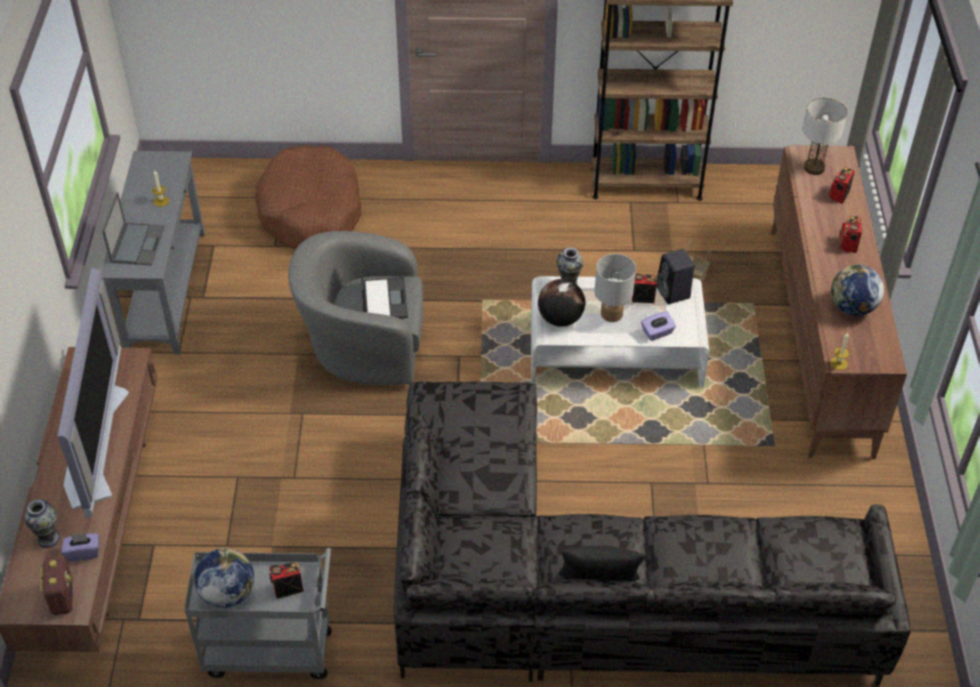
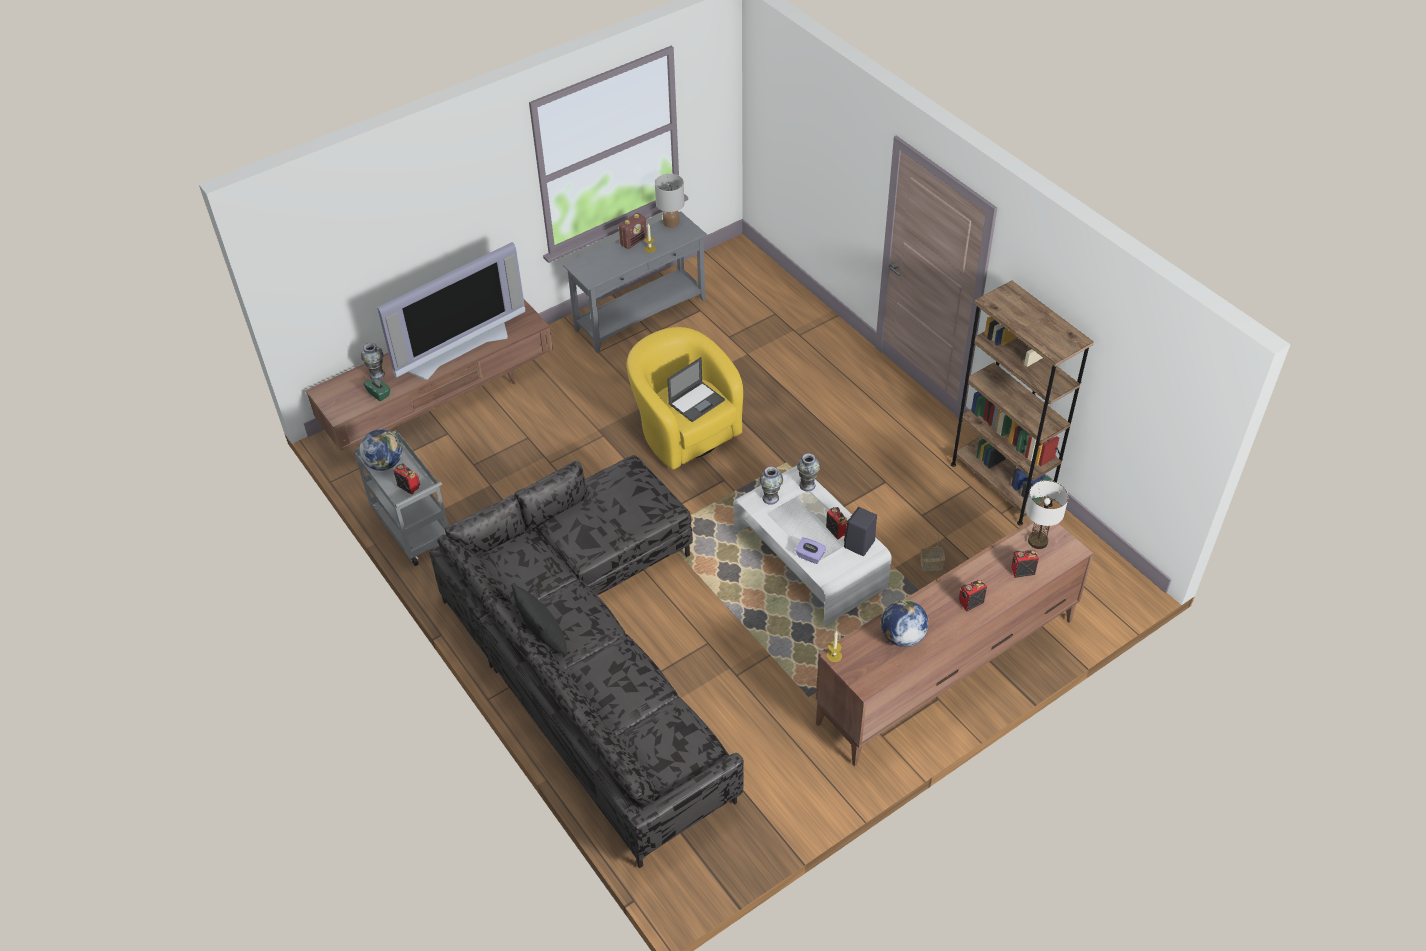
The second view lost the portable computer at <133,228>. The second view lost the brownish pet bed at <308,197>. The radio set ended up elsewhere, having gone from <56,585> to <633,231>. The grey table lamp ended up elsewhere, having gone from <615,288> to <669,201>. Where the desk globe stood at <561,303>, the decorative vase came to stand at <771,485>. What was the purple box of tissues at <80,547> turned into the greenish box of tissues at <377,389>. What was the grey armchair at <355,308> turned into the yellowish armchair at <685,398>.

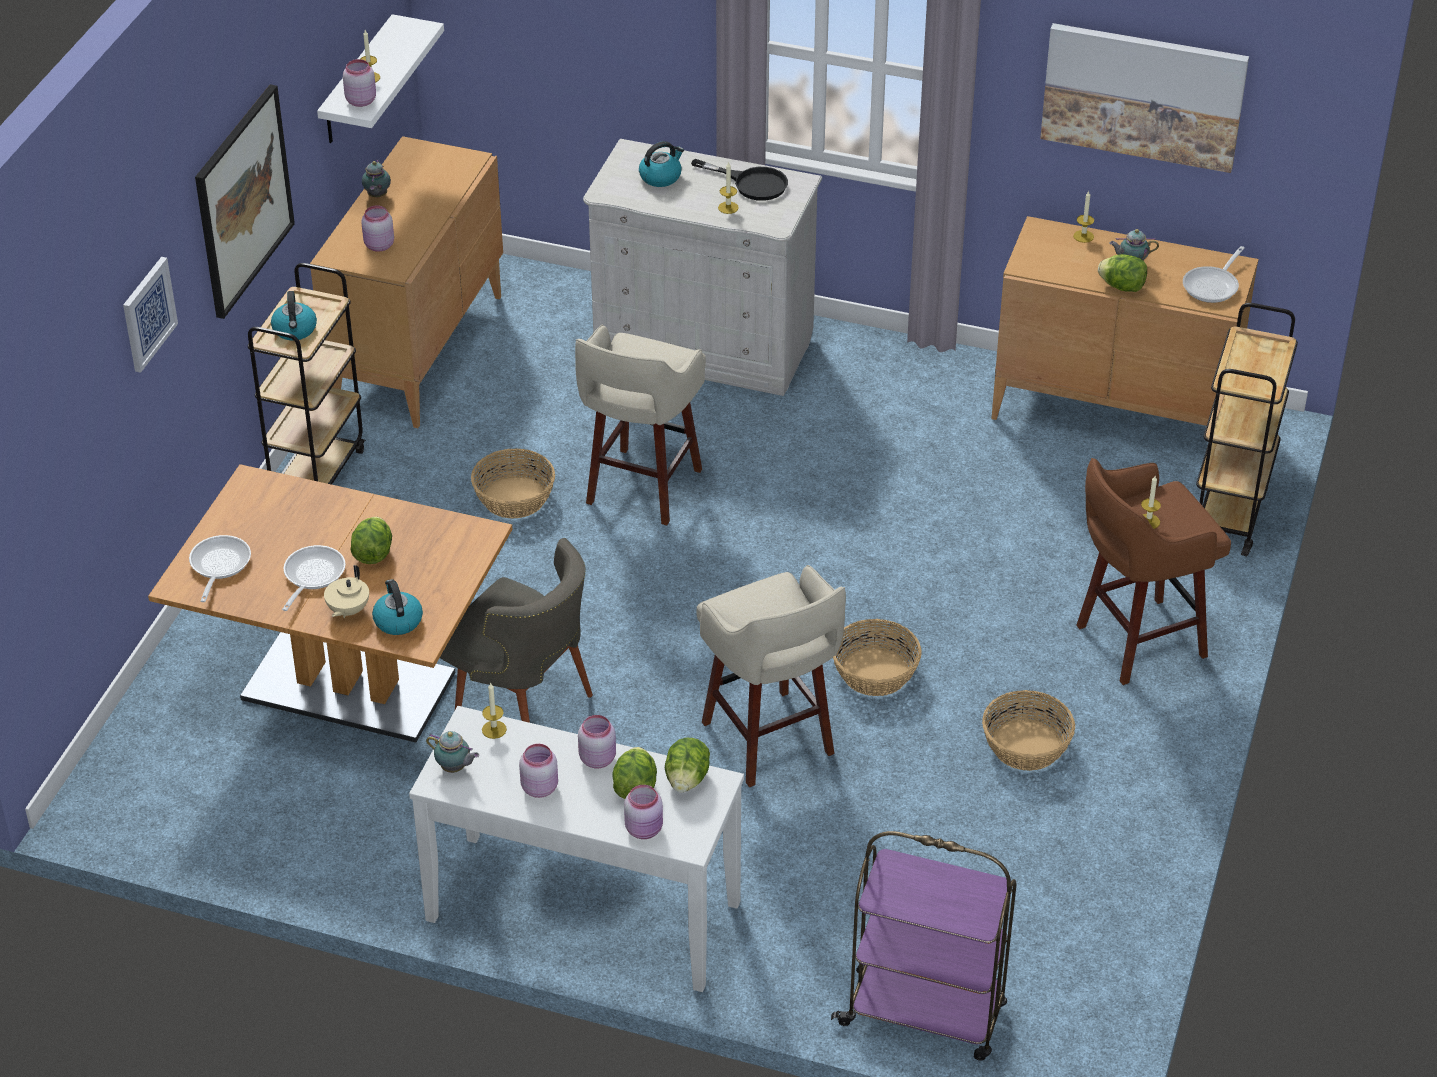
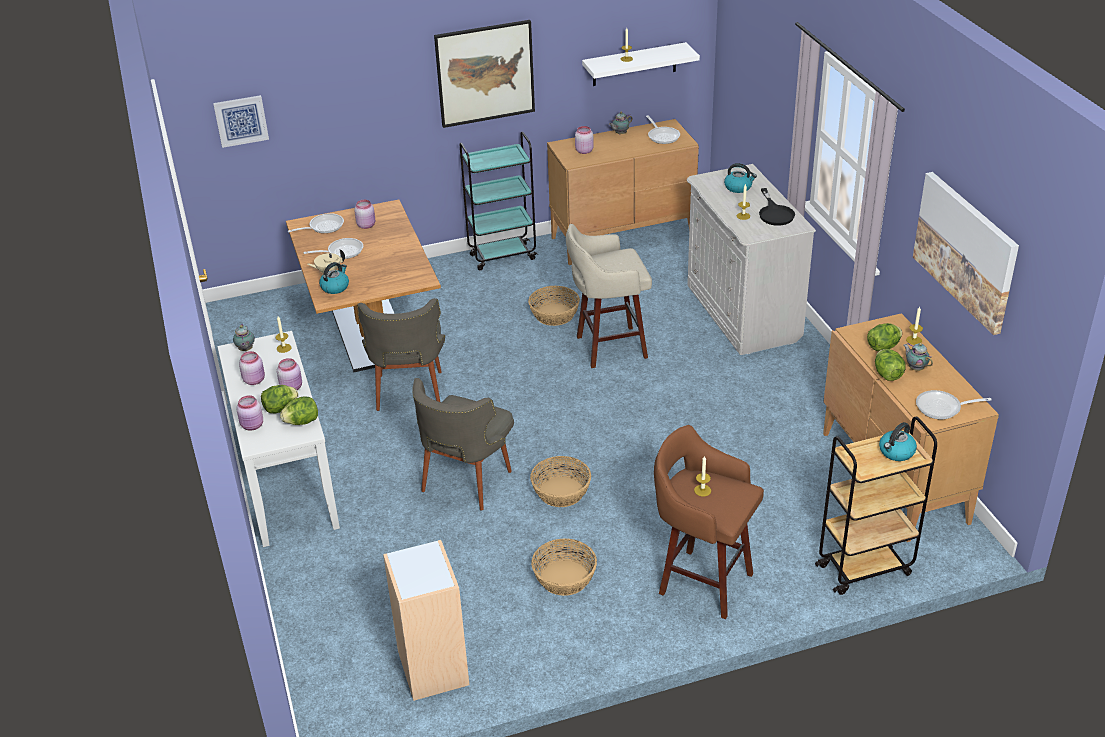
The second view lost the purple wheeled cart at <923,946>. The second view gained the bookshelf at <426,620>. The second view gained the skillet at <663,130>. The wall picture ended up elsewhere, having gone from <150,315> to <241,121>. The tea kettle ended up elsewhere, having gone from <294,315> to <898,441>. The pinkish jar ended up elsewhere, having gone from <359,83> to <364,214>. The lettuce head ended up elsewhere, having gone from <371,540> to <884,337>. Where the sand-coloured sitting stool stood at <771,676>, the grey chair came to stand at <463,444>. What was the brownish wheeled cart at <307,374> turned into the blue-green wheeled cart at <498,201>.

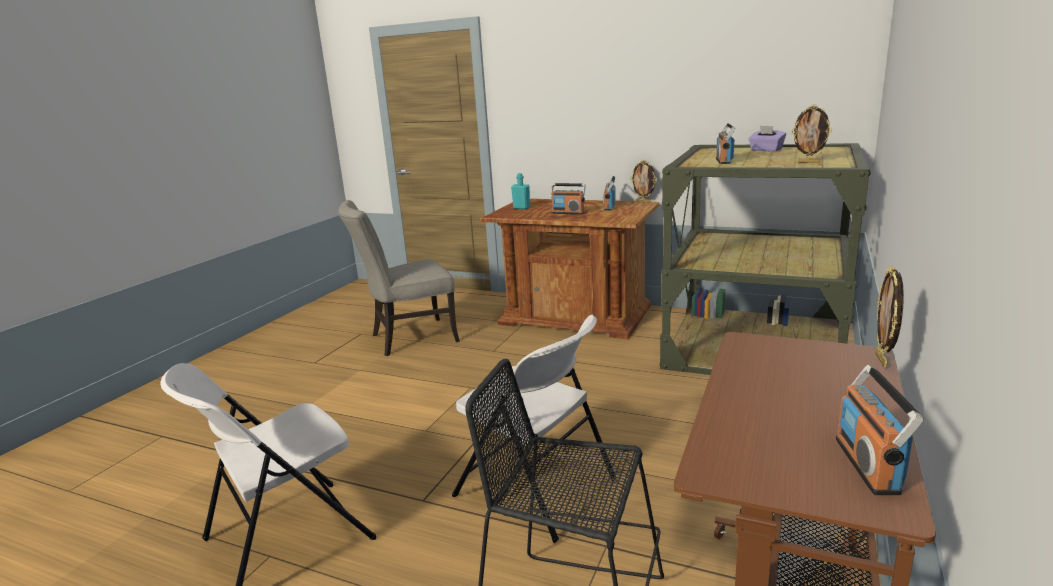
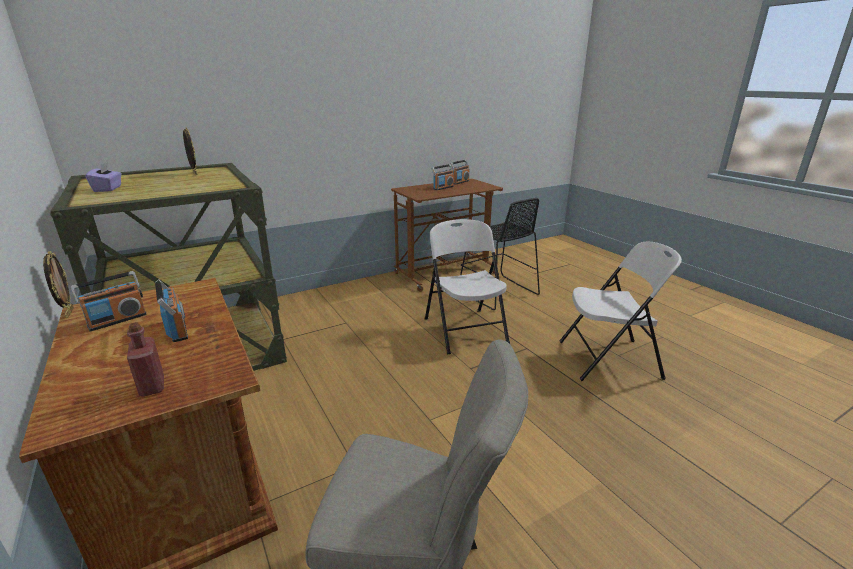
The second view lost the photo frame at <889,317>. The radio set ended up elsewhere, having gone from <726,143> to <443,177>. What was the blue-green bottle at <520,191> turned into the reddish bottle at <145,359>.

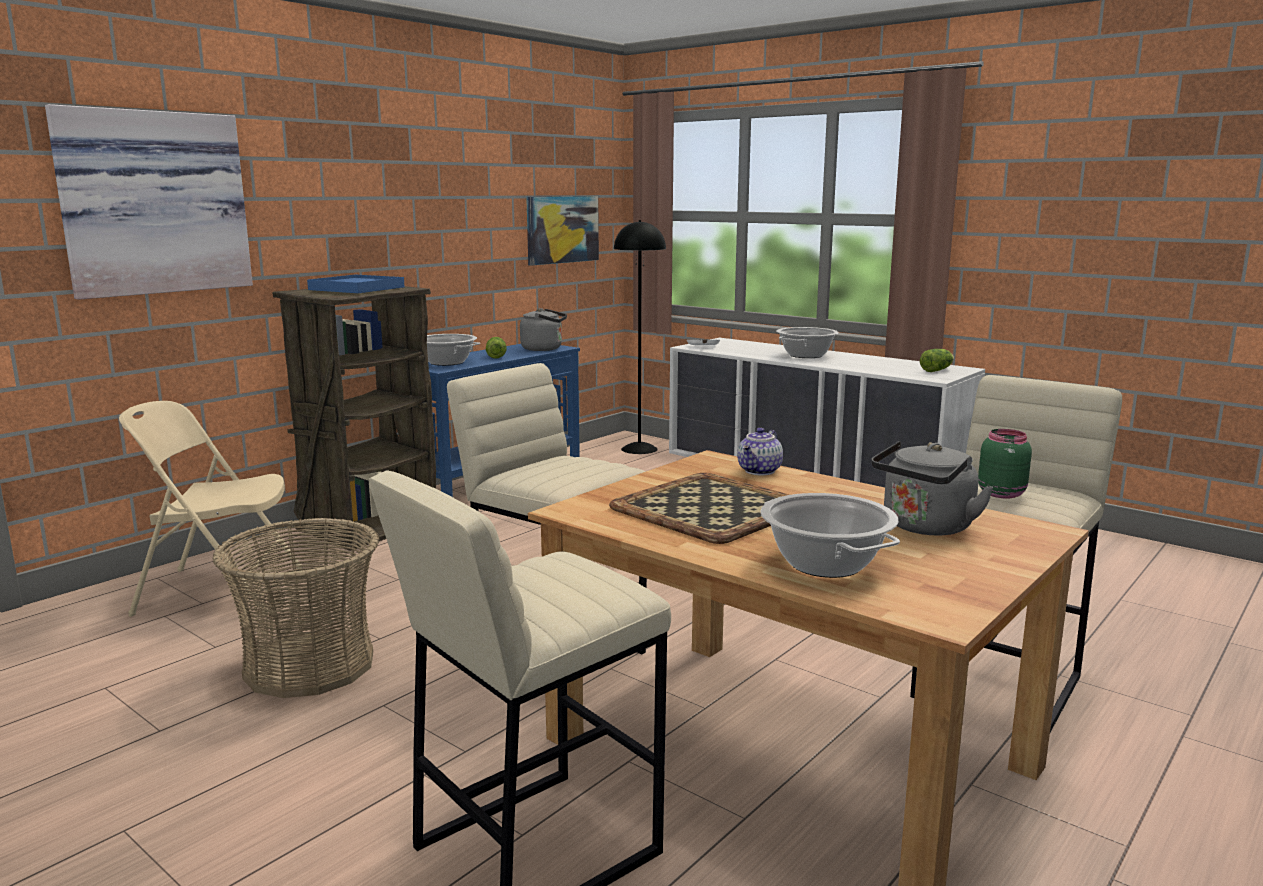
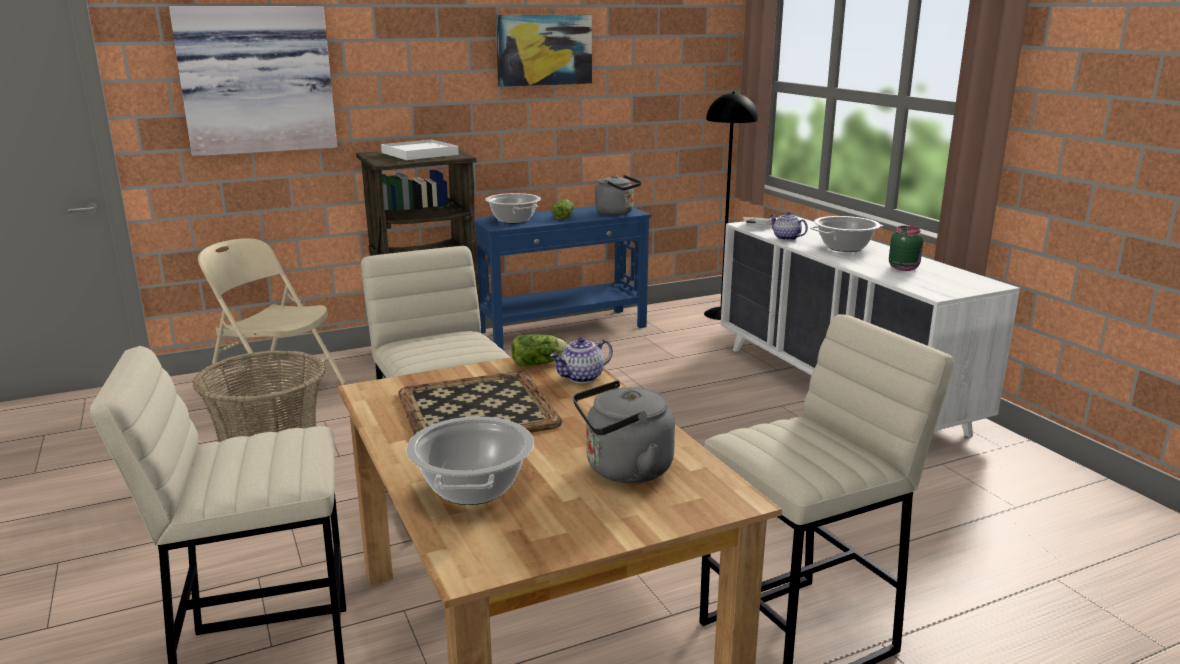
The second view gained the pot for tea at <788,226>. The wall picture ended up elsewhere, having gone from <562,231> to <544,51>. The lettuce head ended up elsewhere, having gone from <937,360> to <539,350>. The greenish jar ended up elsewhere, having gone from <1005,464> to <906,248>. What was the blue serving tray at <356,284> turned into the white serving tray at <420,150>.

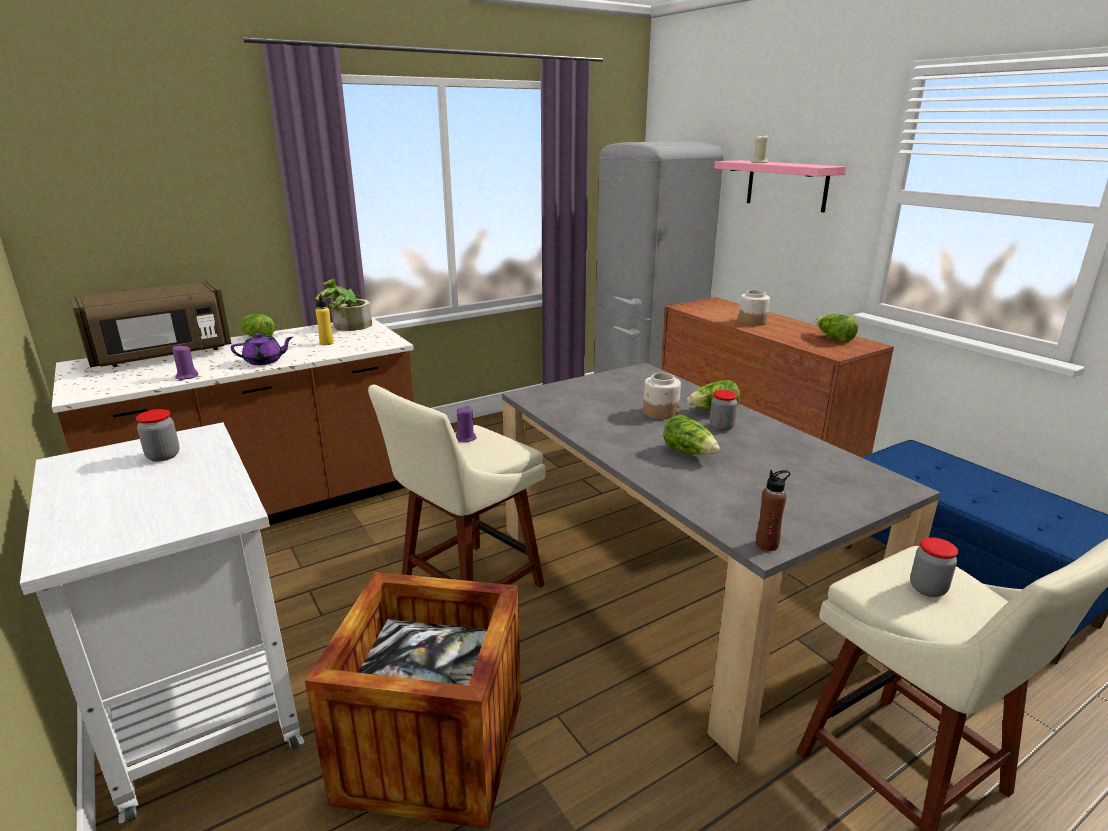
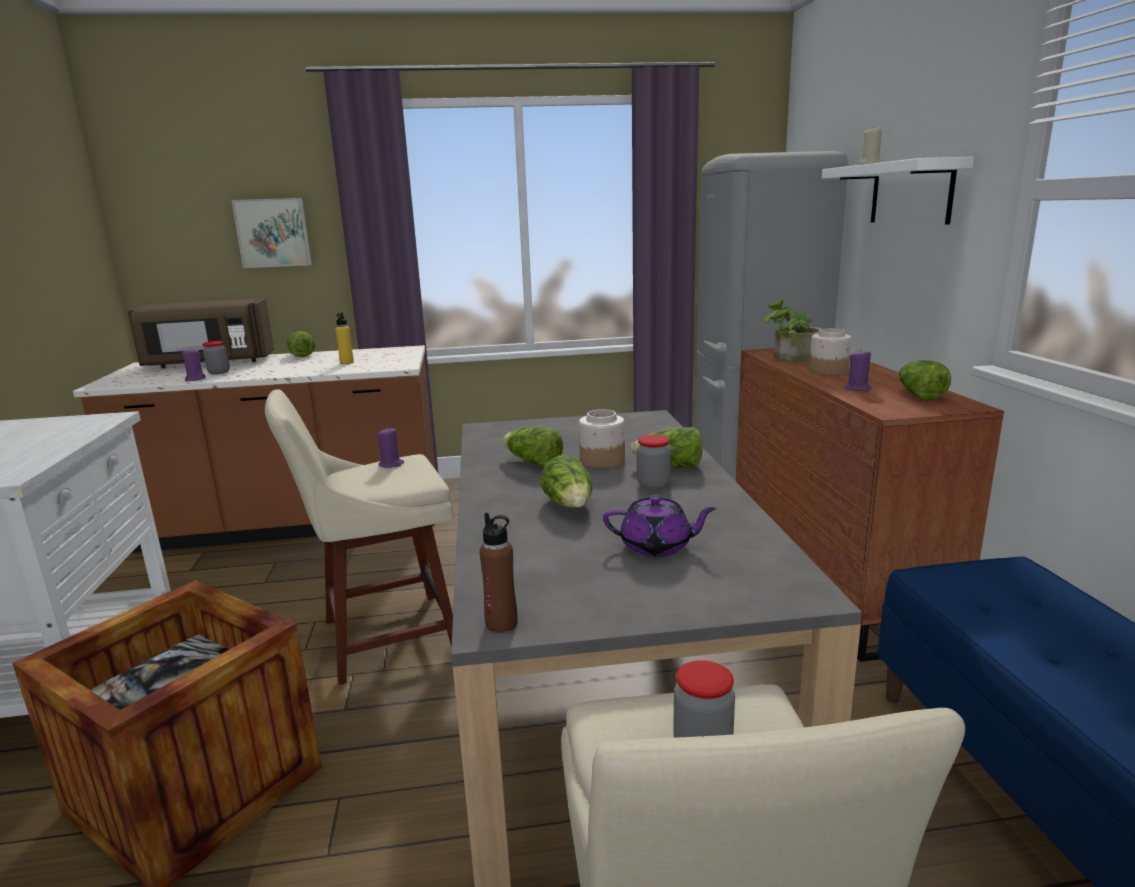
The second view gained the wall picture at <271,233>. The second view gained the lettuce head at <532,447>. The second view gained the purple wax candle at <858,370>. The jar ended up elsewhere, having gone from <157,435> to <216,358>. The purple pot for tea ended up elsewhere, having gone from <262,349> to <660,526>. The houseplant ended up elsewhere, having gone from <344,305> to <792,331>. What was the pinkish wall shelf at <780,186> turned into the white wall shelf at <898,190>.

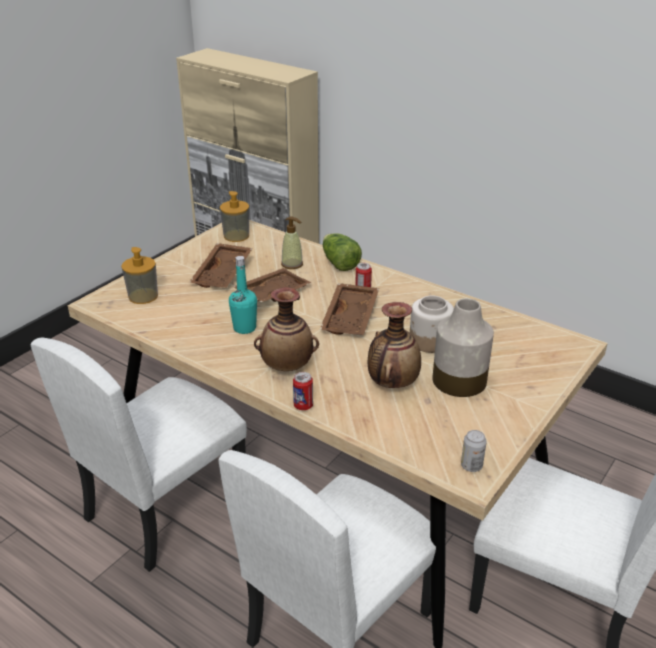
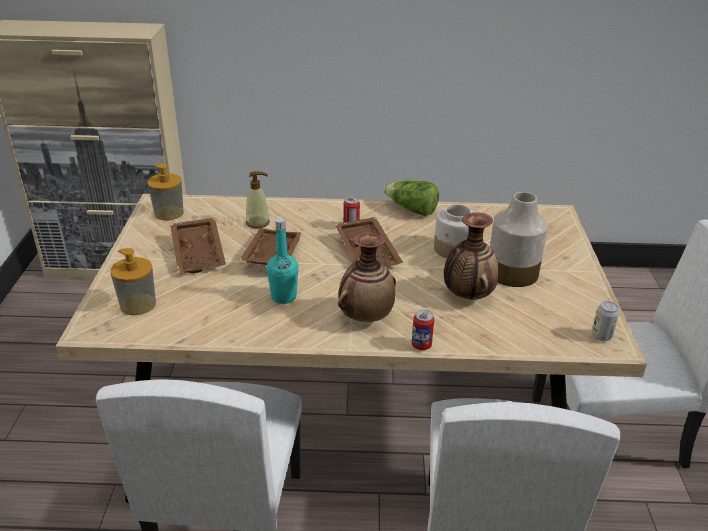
The lettuce head ended up elsewhere, having gone from <342,252> to <411,198>.

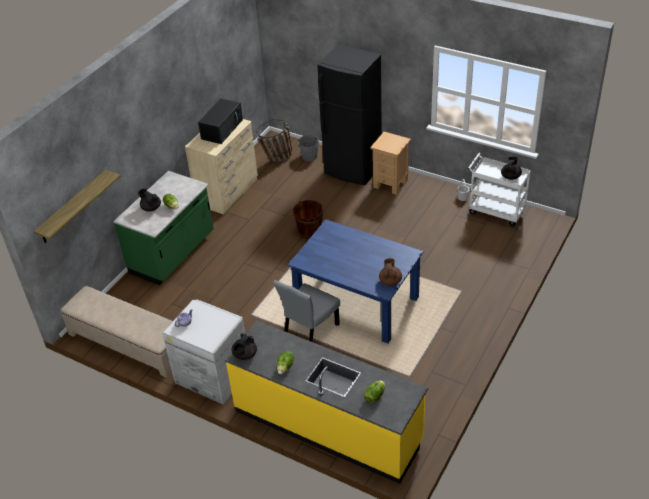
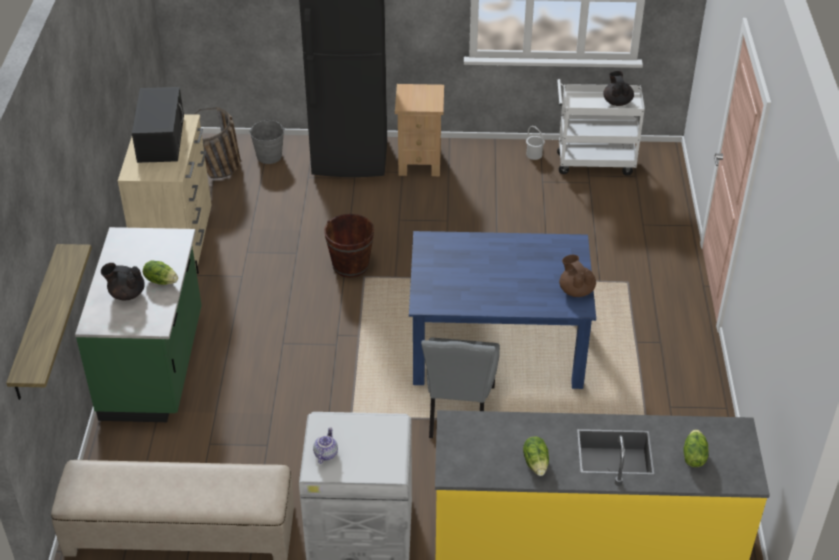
The second view lost the black pot for tea at <244,346>.

